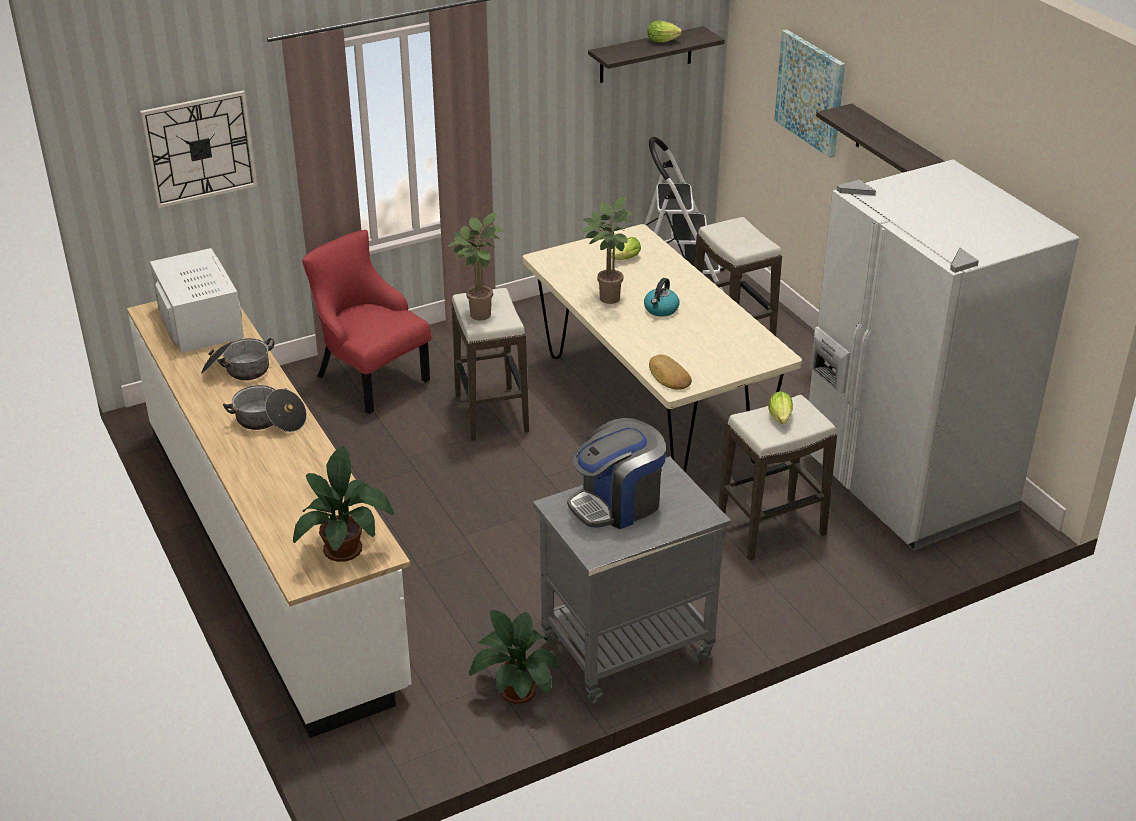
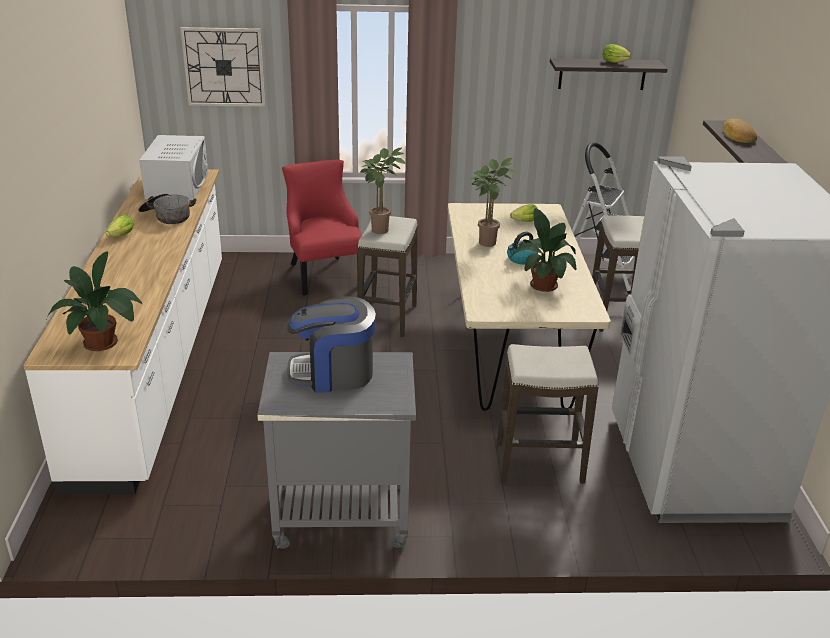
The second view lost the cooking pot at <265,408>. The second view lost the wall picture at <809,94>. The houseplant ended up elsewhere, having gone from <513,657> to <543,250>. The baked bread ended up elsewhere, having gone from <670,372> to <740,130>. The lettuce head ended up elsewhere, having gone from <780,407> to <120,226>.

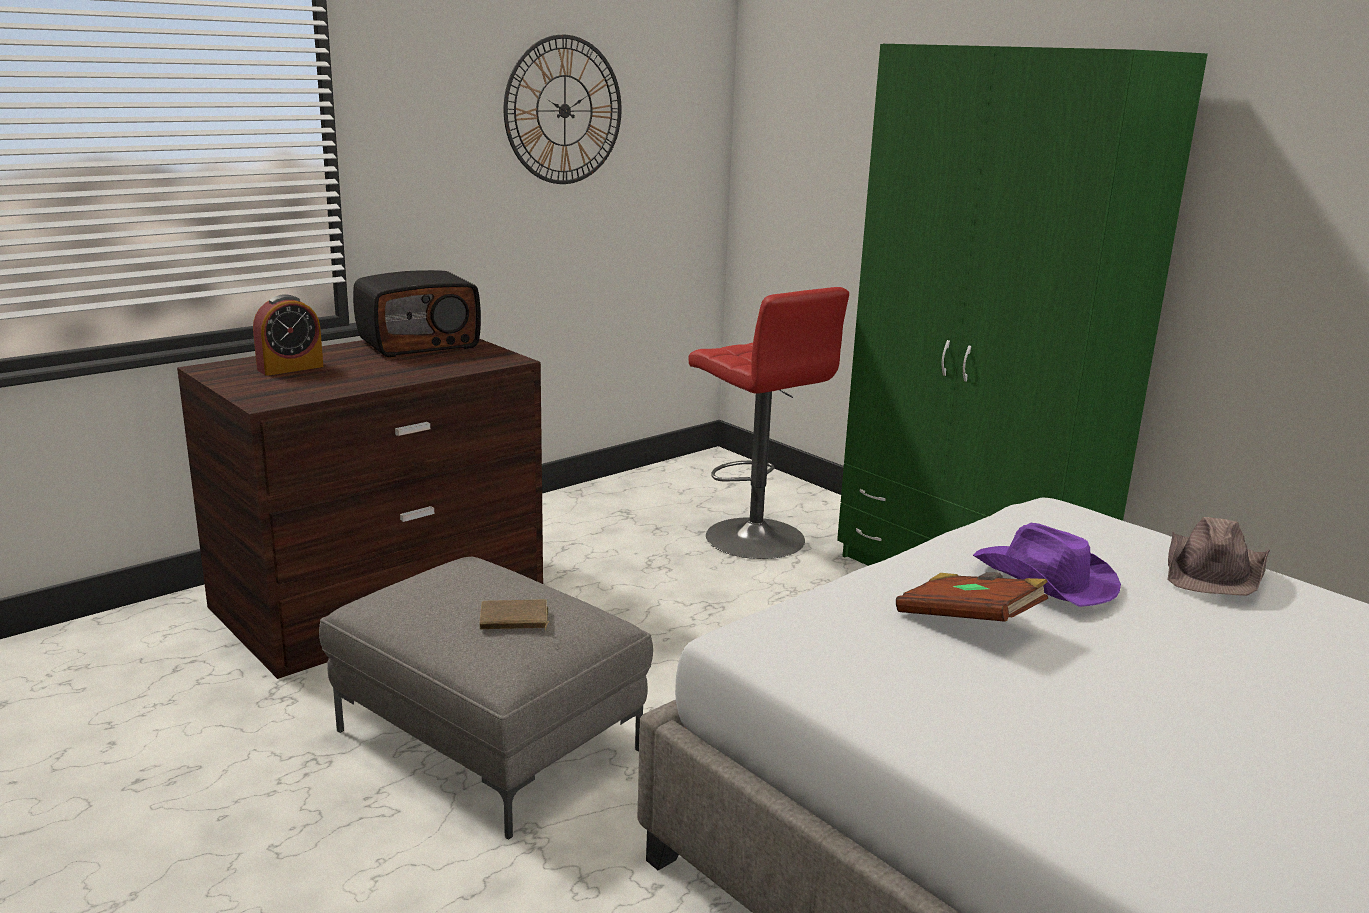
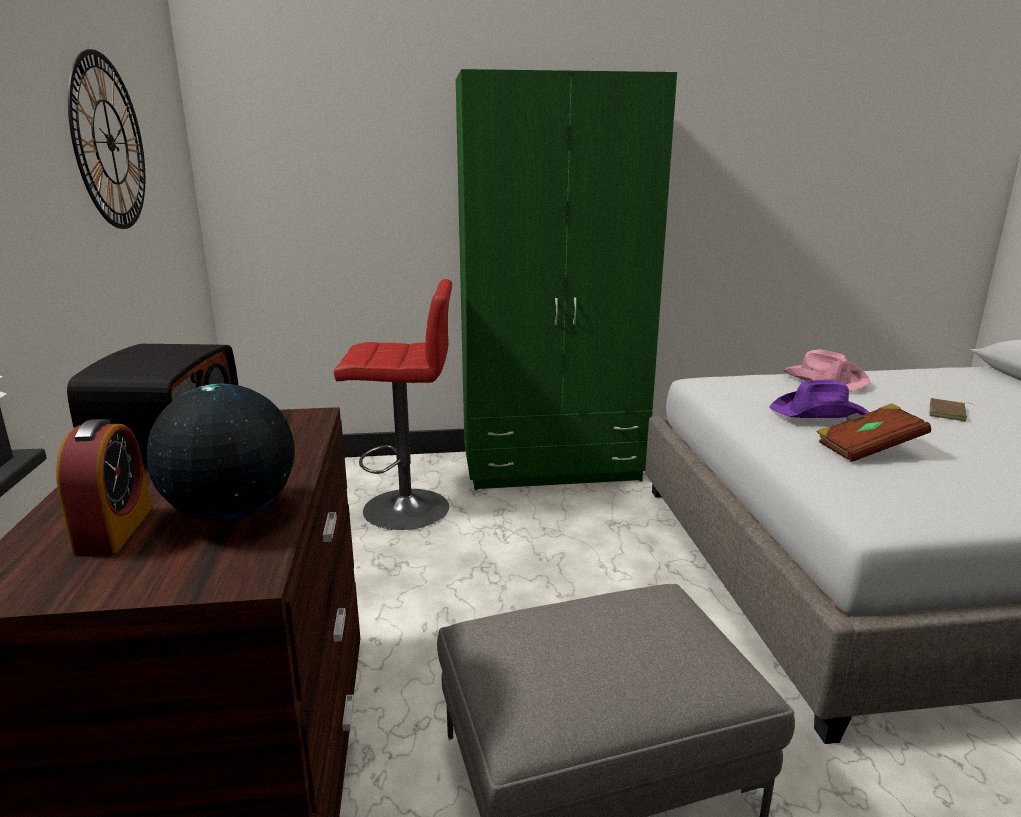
The second view gained the desk globe at <221,453>. The brownish bound book ended up elsewhere, having gone from <514,614> to <951,409>. What was the brownish hat at <1219,556> turned into the pinkish hat at <826,370>.

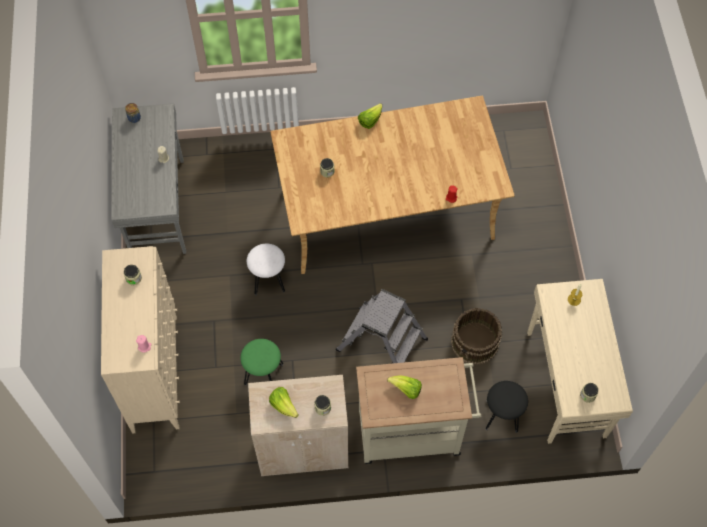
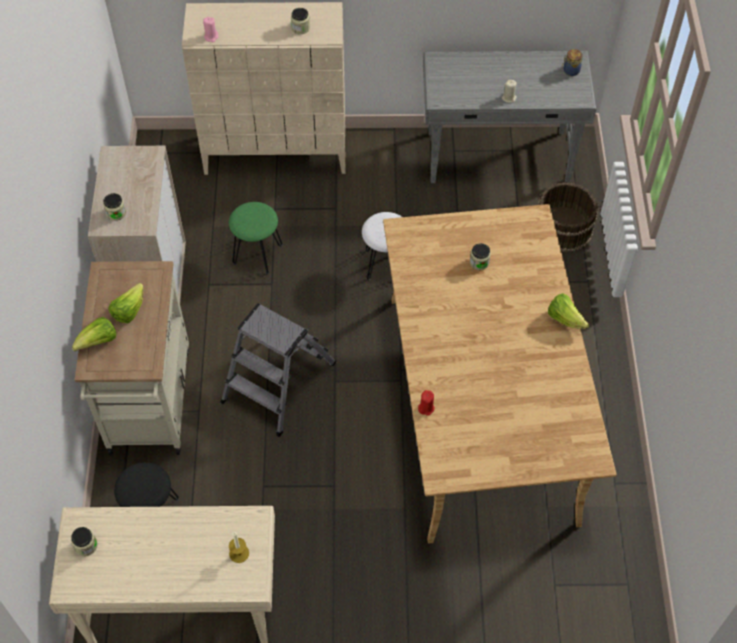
The lettuce head ended up elsewhere, having gone from <284,402> to <94,334>. The brownish water bucket ended up elsewhere, having gone from <476,336> to <567,217>.

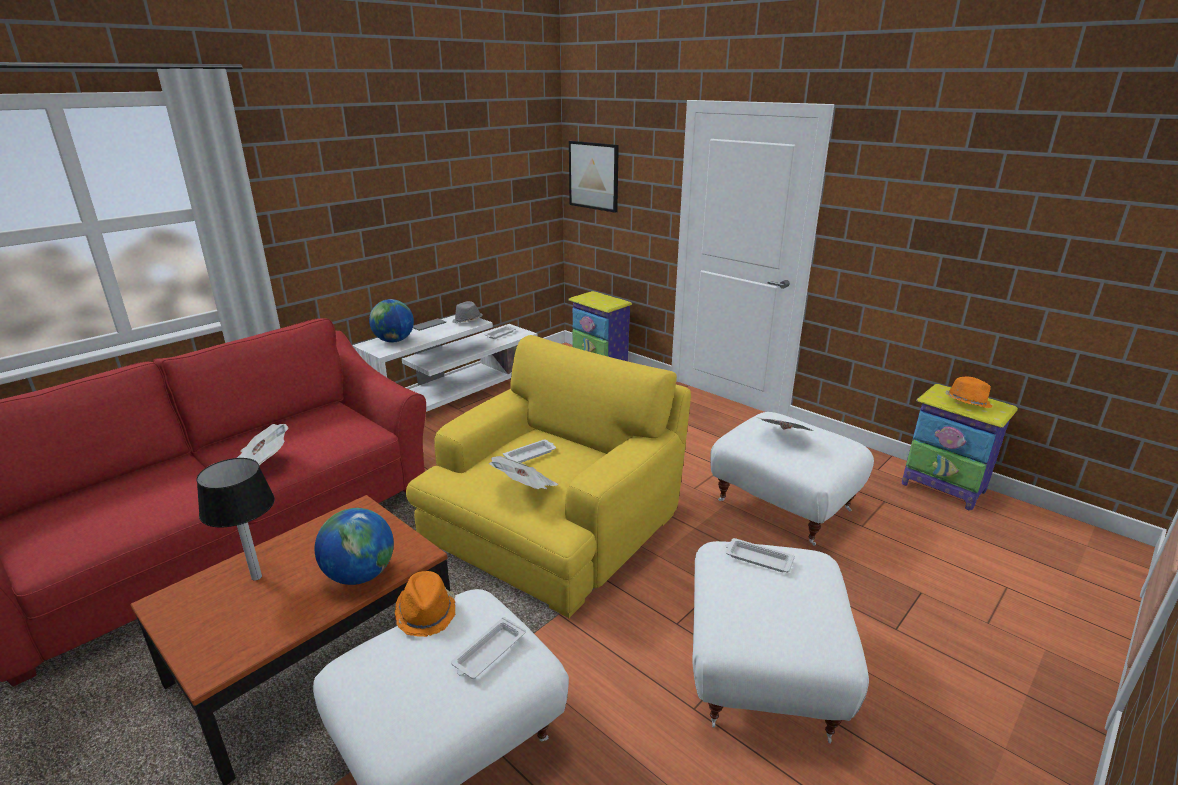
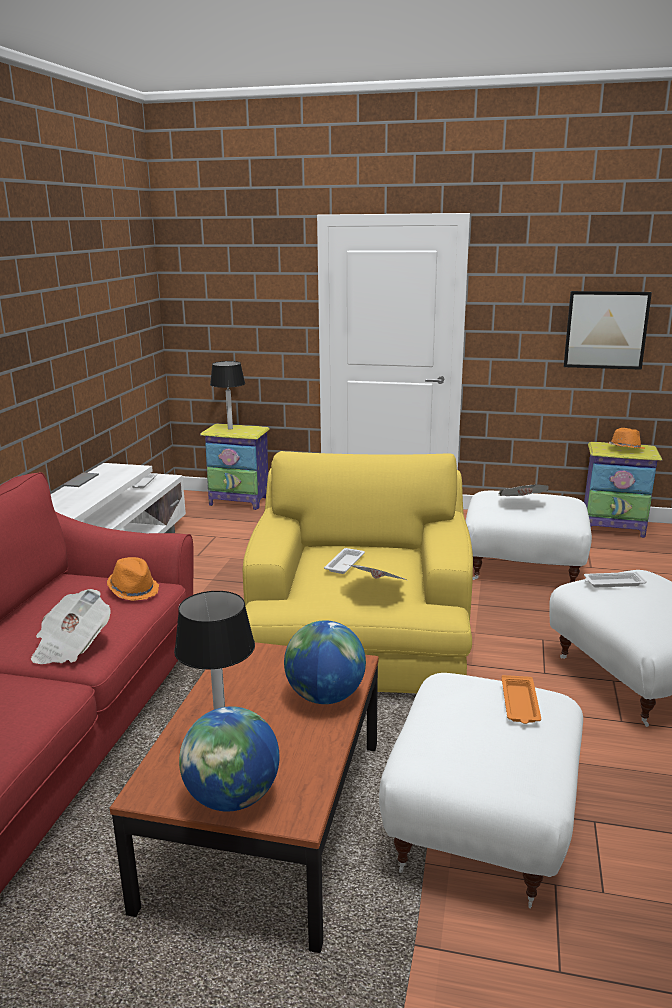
The second view lost the grey hat at <468,312>. The second view gained the table lamp at <227,395>. The desk globe ended up elsewhere, having gone from <391,321> to <229,759>. The orange-coloured hat ended up elsewhere, having gone from <425,604> to <133,579>. The wall picture ended up elsewhere, having gone from <594,177> to <608,330>. What was the white serving tray at <488,648> turned into the orange-coloured serving tray at <521,699>.

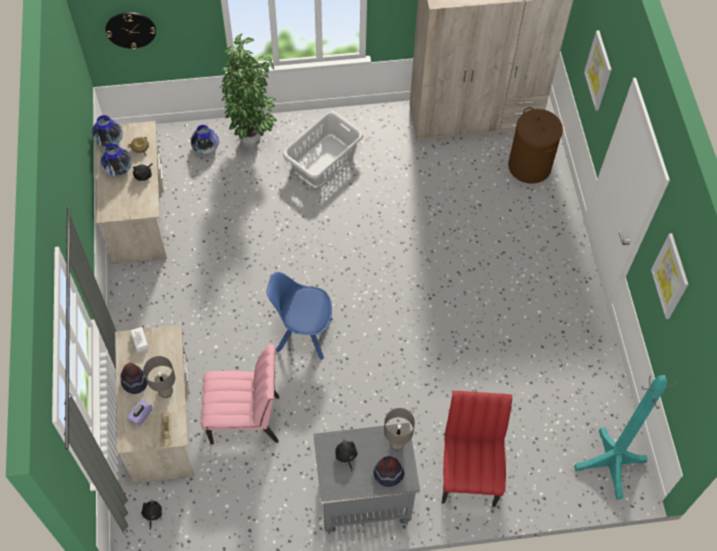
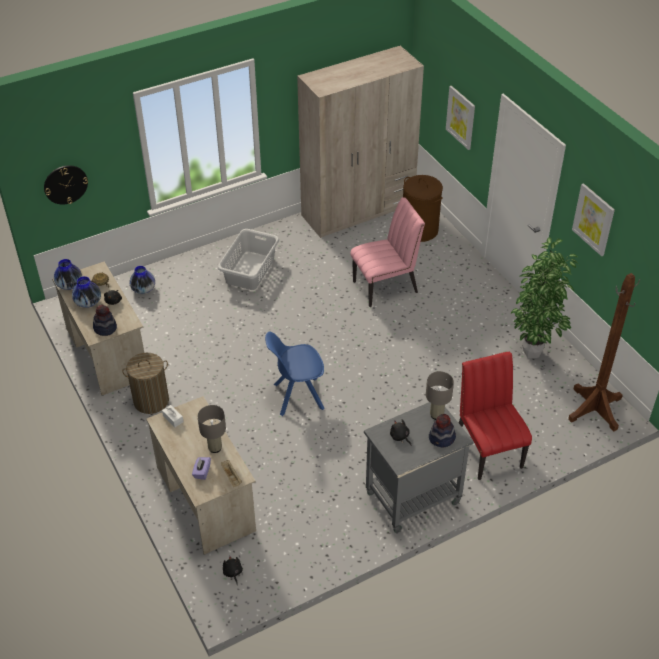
The second view gained the washing basket at <145,383>. The hat ended up elsewhere, having gone from <134,378> to <105,320>. The pinkish chair ended up elsewhere, having gone from <240,395> to <388,252>. The houseplant ended up elsewhere, having gone from <248,91> to <544,297>. What was the blue-green garment rack at <625,437> turned into the brownish garment rack at <604,352>.

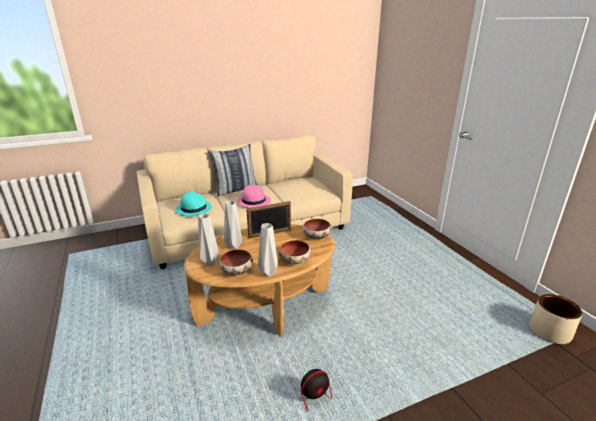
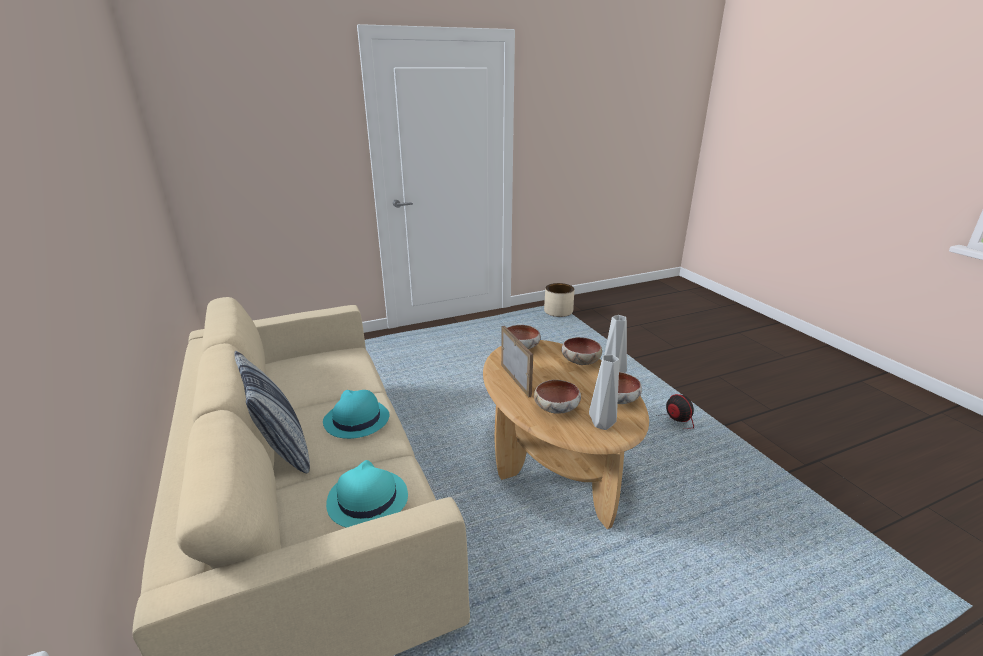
Where the grey decorative vase stood at <233,225>, the serving bowl came to stand at <557,397>. What was the pinkish hat at <254,196> turned into the blue-green hat at <356,414>.

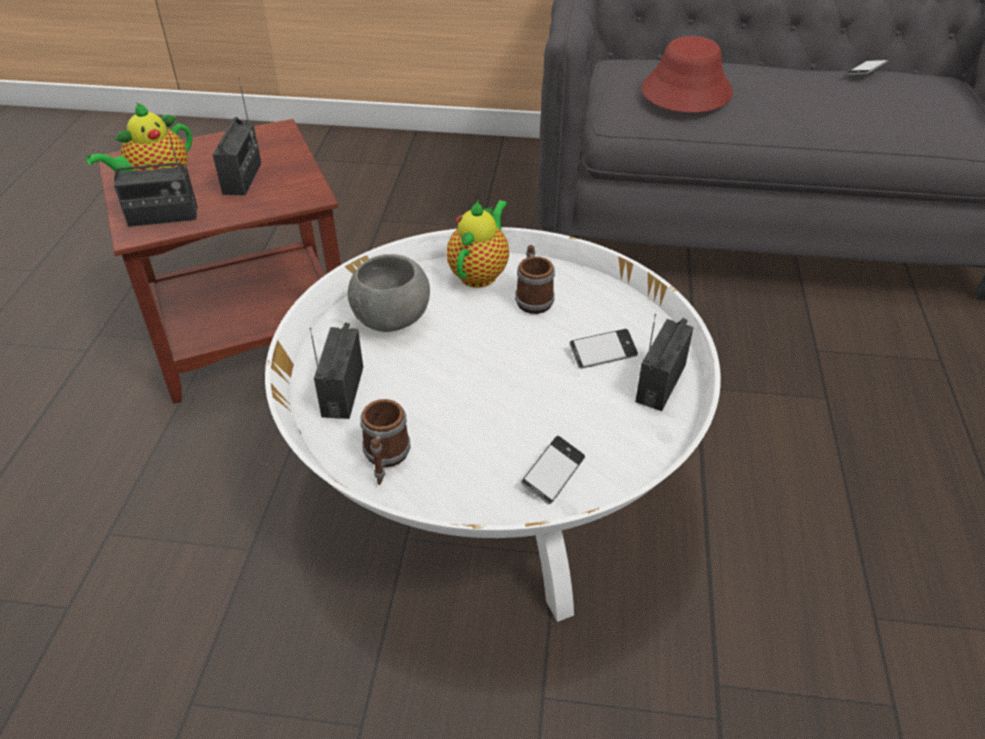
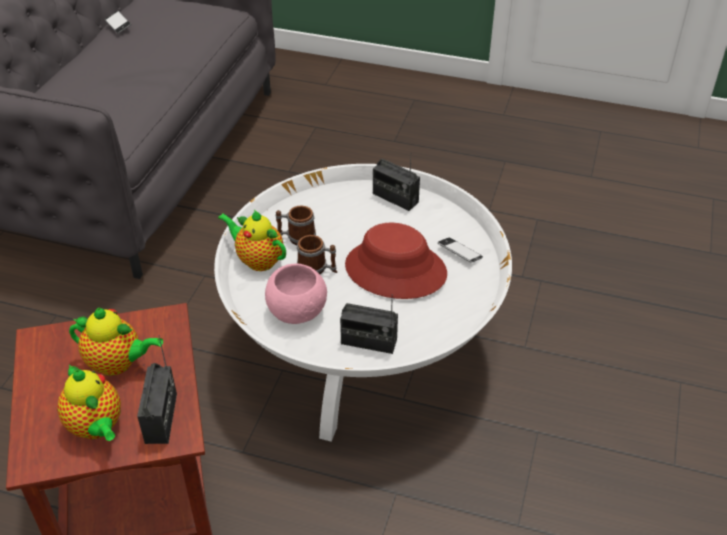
The second view lost the phone at <603,349>. The coffee mug ended up elsewhere, having gone from <385,442> to <317,254>. The reddish hat ended up elsewhere, having gone from <687,74> to <396,261>. Where the radio set stood at <237,137>, the pot for tea came to stand at <116,342>. What was the grey serving bowl at <389,293> turned into the pinkish serving bowl at <296,293>.

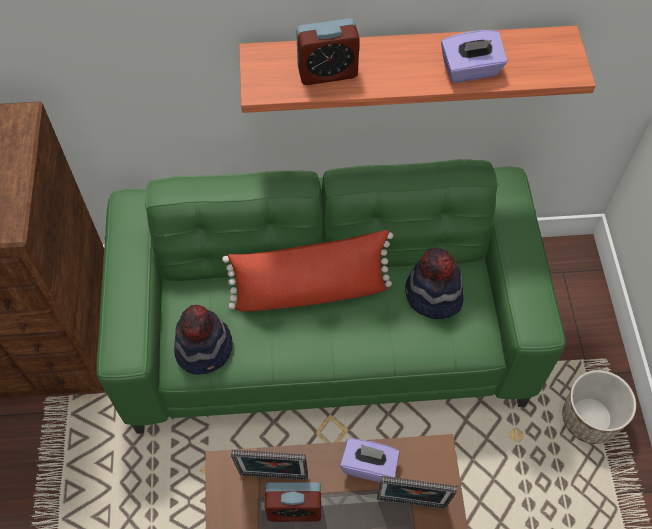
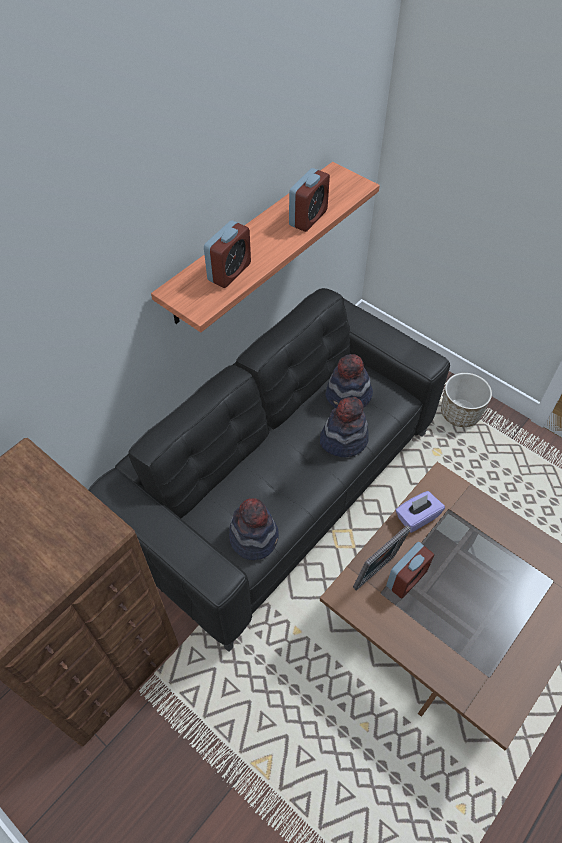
The second view lost the reddish throw pillow at <307,270>. The second view lost the photo frame at <417,492>. The second view gained the hat at <344,427>. Where the purple box of tissues stood at <474,56>, the table clock came to stand at <309,200>. What was the greenish couch at <331,296> turned into the black couch at <269,470>.

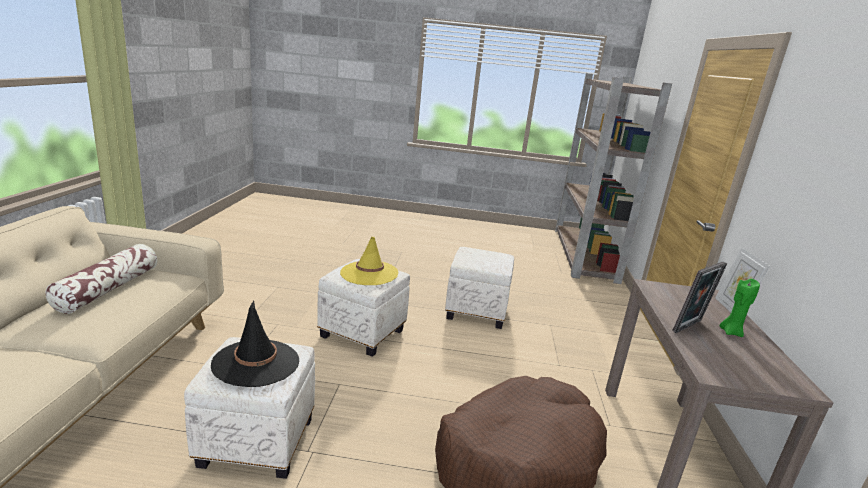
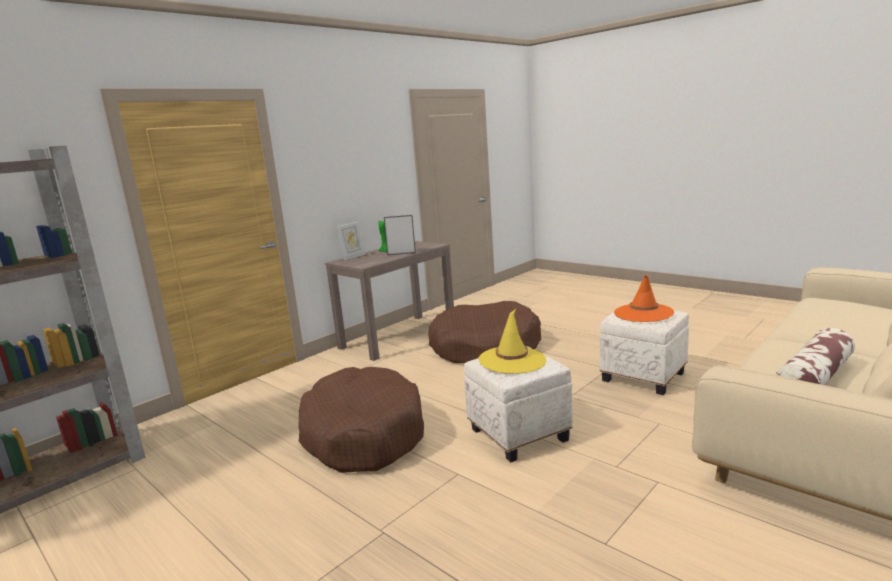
Where the white footrest stood at <479,288>, the brownish pet bed came to stand at <361,420>. What was the black hat at <255,344> turned into the orange-coloured hat at <644,298>.

